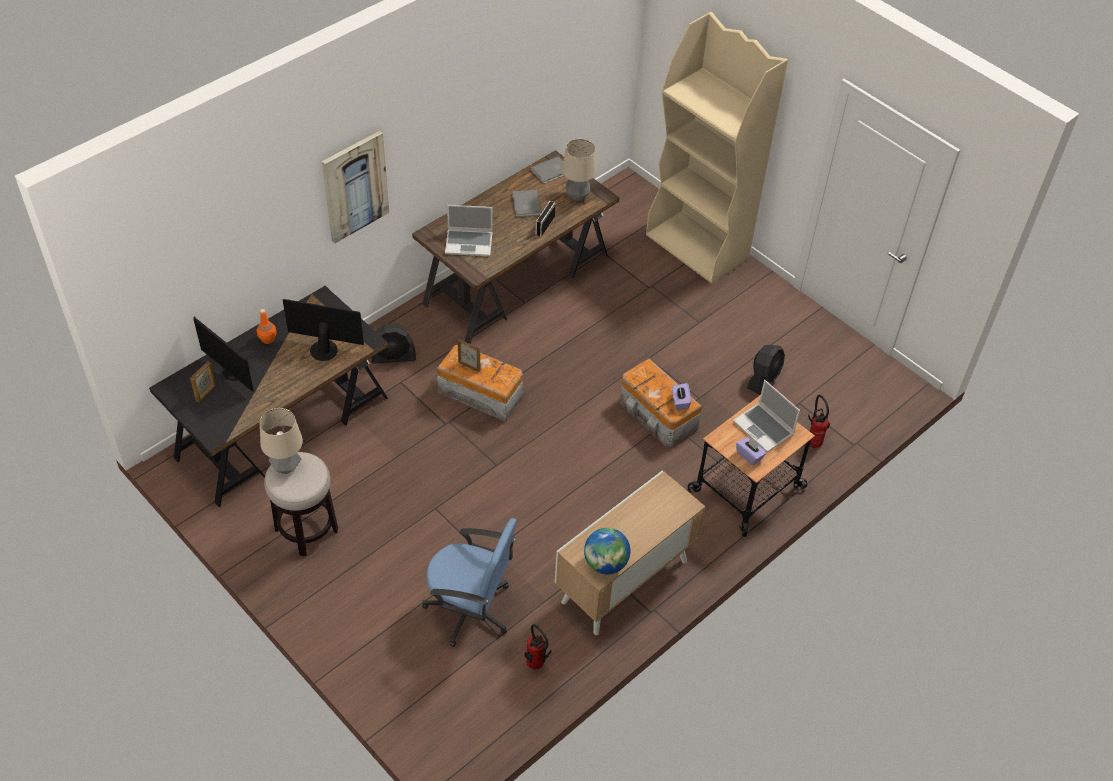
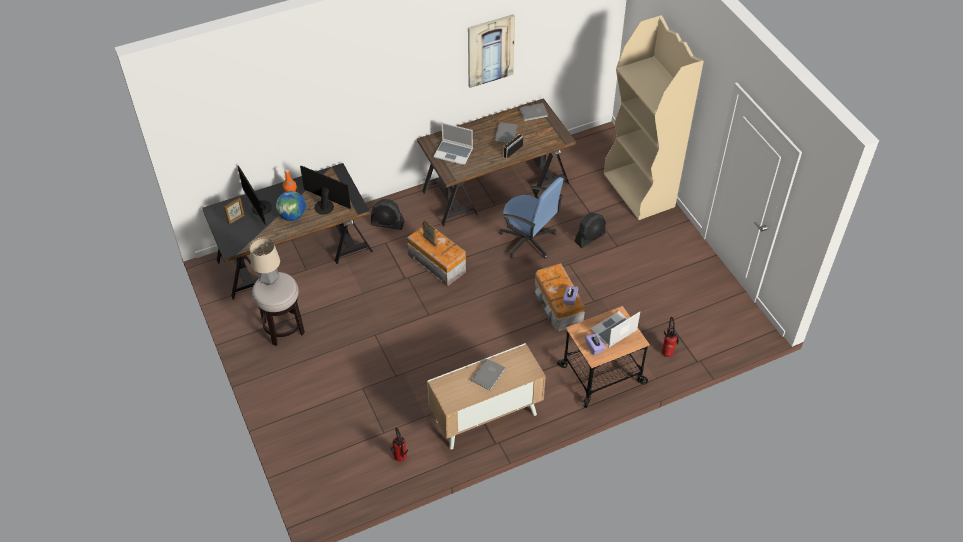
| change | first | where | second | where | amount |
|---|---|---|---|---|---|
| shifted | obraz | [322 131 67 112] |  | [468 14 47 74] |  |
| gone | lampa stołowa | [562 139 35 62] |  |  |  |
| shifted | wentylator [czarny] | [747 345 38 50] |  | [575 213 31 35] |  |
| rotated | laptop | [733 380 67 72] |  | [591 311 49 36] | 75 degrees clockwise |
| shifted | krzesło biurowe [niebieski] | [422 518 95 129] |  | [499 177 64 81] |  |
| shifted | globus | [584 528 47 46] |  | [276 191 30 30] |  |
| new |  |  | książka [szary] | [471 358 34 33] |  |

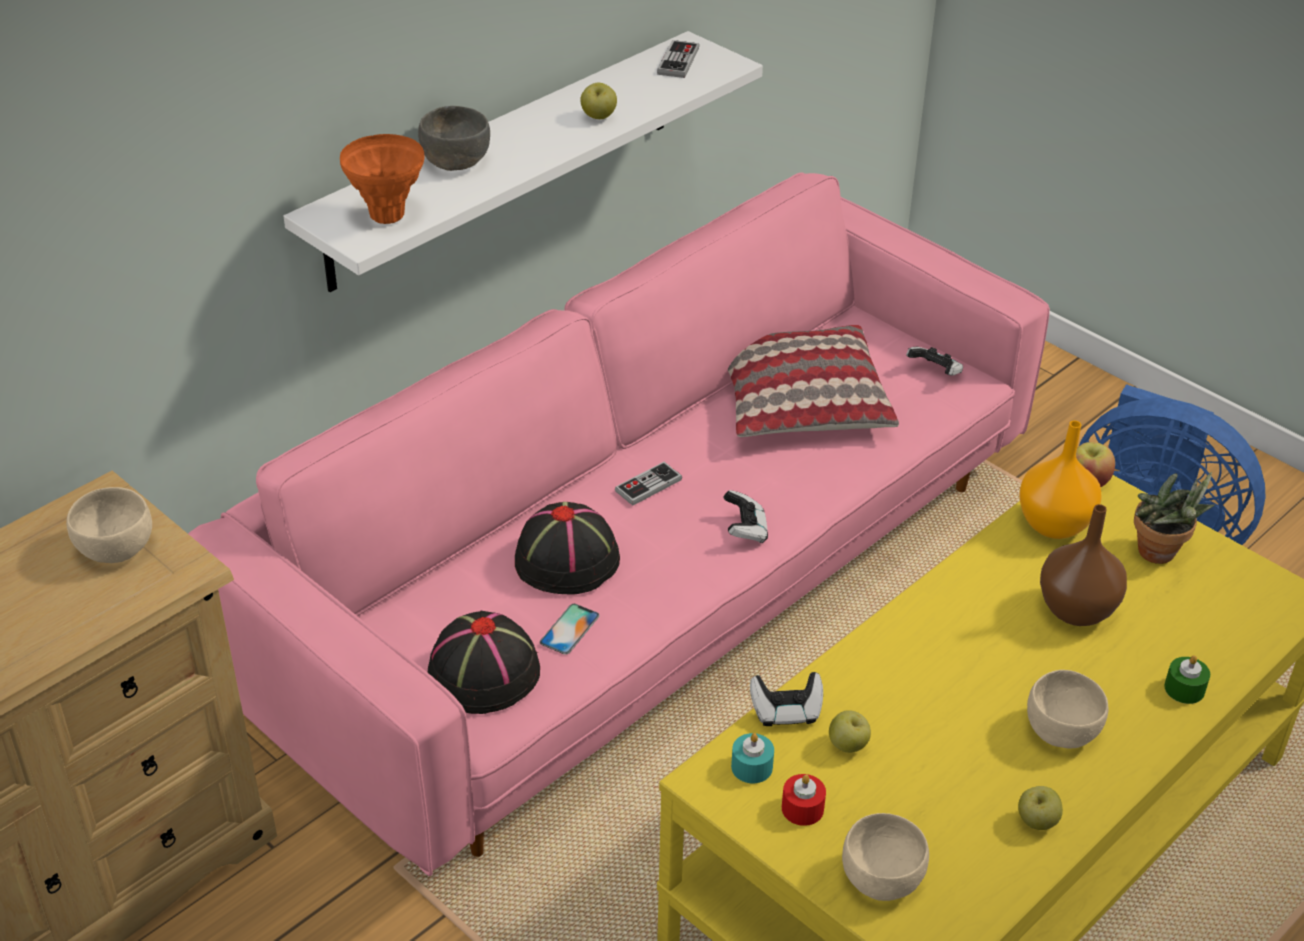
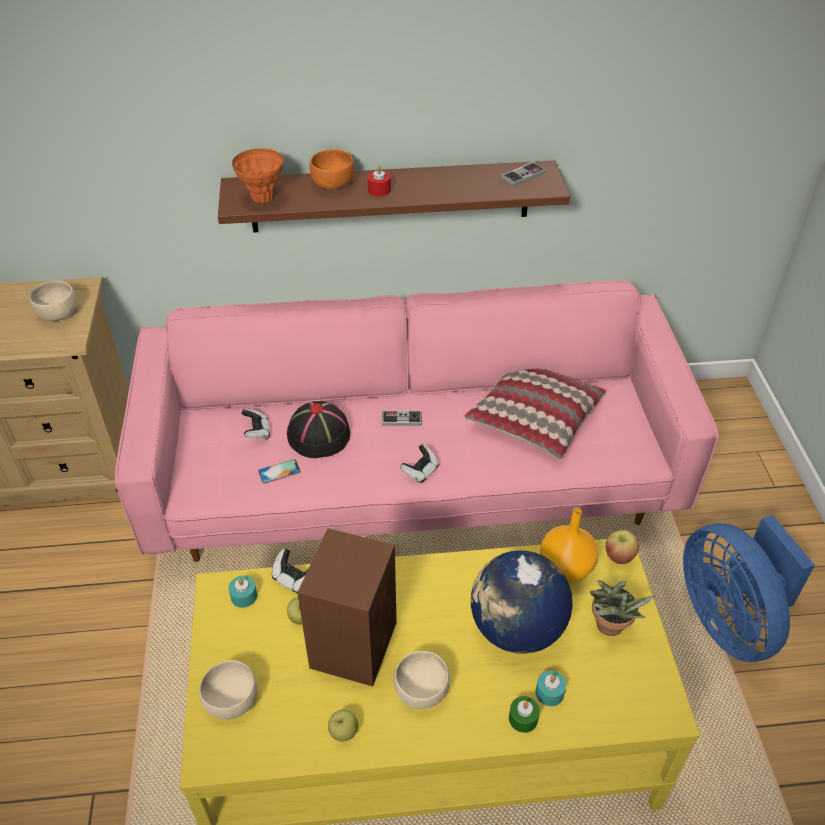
| change | first | where | second | where | amount |
|---|---|---|---|---|---|
| repainted | półka [biały] | [283 31 480 261] | półka [brązowy] | [218 160 352 73] |  |
| gone | jabłko | [580 83 37 36] |  |  |  |
| repainted | miska [szary] | [418 106 72 65] | miska [pomarańczowy] | [310 149 44 41] |  |
| shifted | pad do gier | [906 347 57 29] |  | [242 408 28 31] |  |
| swapped | wazon [brązowy] | [1040 504 87 122] | globus | [471 550 102 104] |  |
| gone | kapelusz [czarny] | [427 611 113 103] |  |  |  |
| shifted | świeca [czerwony] | [782 774 44 52] |  | [368 165 23 31] |  |
| new |  |  | głośnik [brązowy] | [297 528 100 159] |  |
| new |  |  | świeca [turkusowy] | [536 671 30 35] |  |

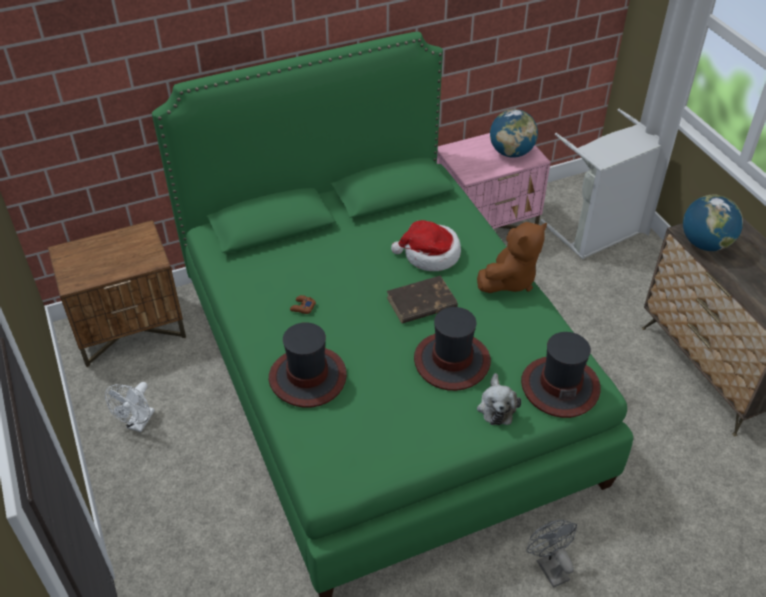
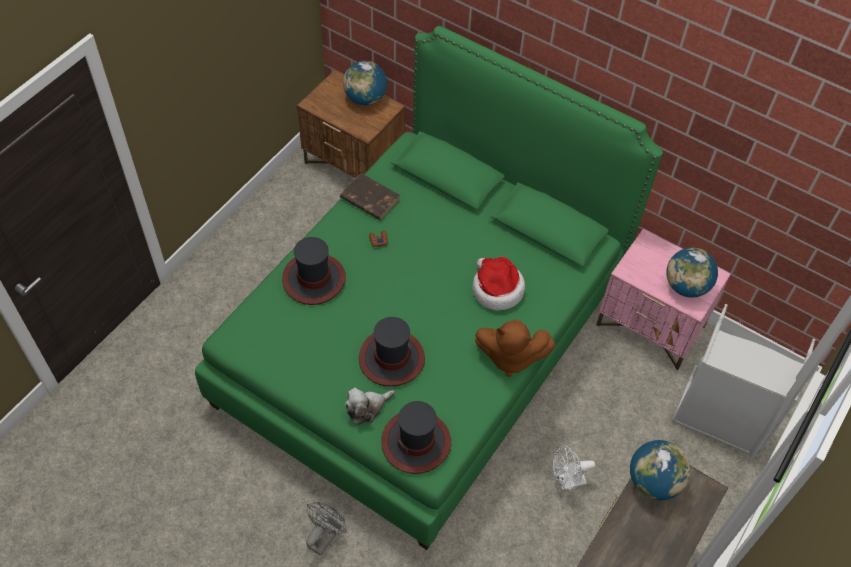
| change | first | where | second | where | amount |
|---|---|---|---|---|---|
| shifted | książka [brązowy] | [387 276 71 48] |  | [340 173 60 47] |  |
| shifted | wentylator [biały] | [105 382 50 50] |  | [553 445 42 47] |  |
| new |  |  | globus | [343 61 44 44] |  |

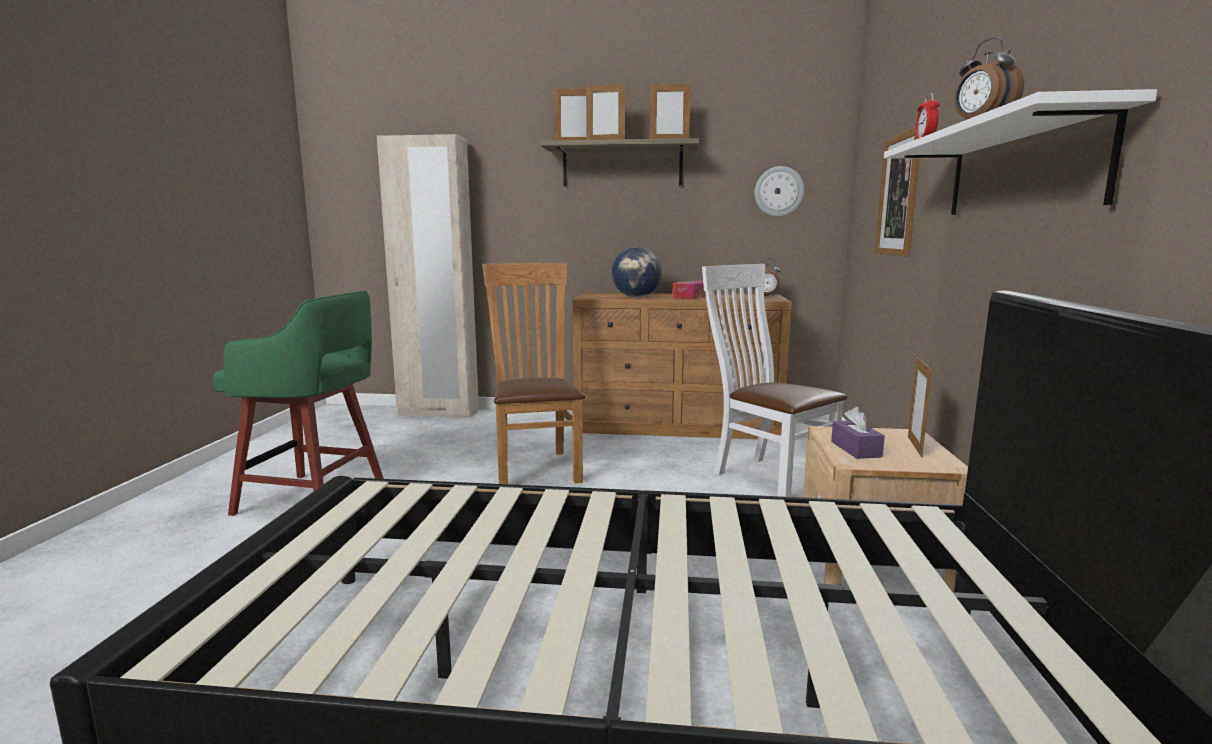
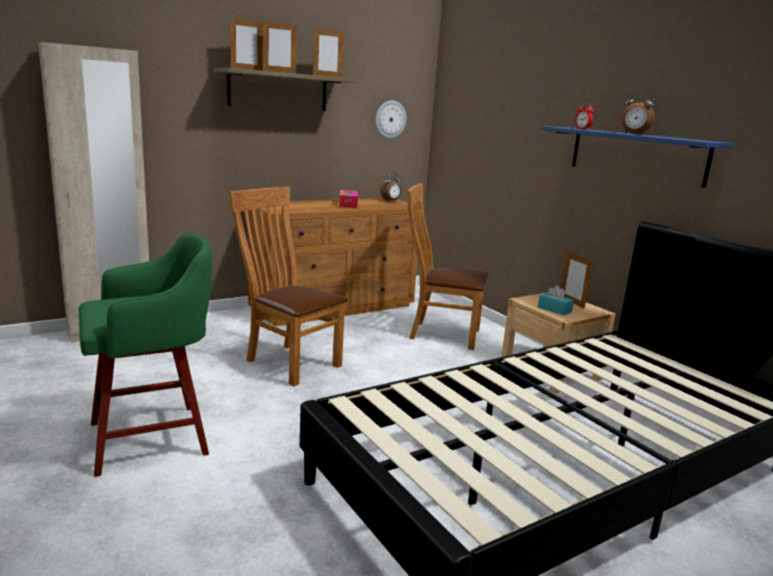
| change | first | where | second | where | amount |
|---|---|---|---|---|---|
| repainted | półka [biały] | [884 89 274 126] | półka [niebieski] | [541 126 192 62] |  |
| gone | obraz | [875 127 44 129] |  |  |  |
| gone | globus | [612 247 50 50] |  |  |  |
| repainted | krzesło [biały] | [702 264 146 233] | krzesło [brązowy] | [407 183 81 167] |  |
| repainted | pudełko chusteczek [fioletowy] | [831 407 54 52] | pudełko chusteczek [turkusowy] | [538 285 36 30] |  |

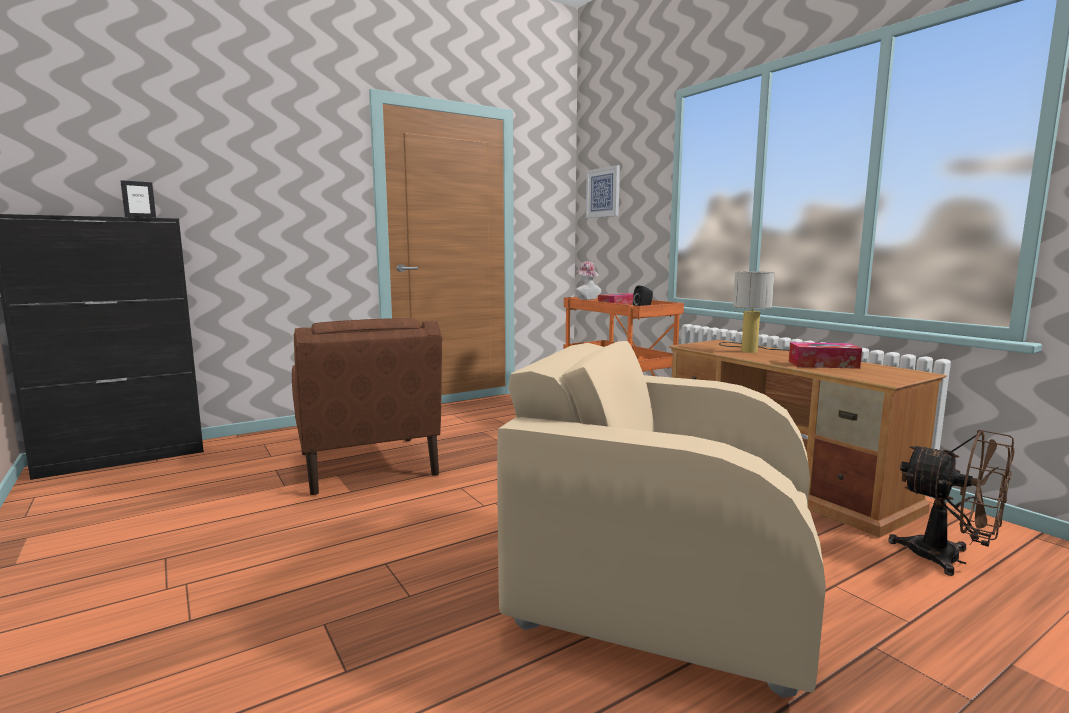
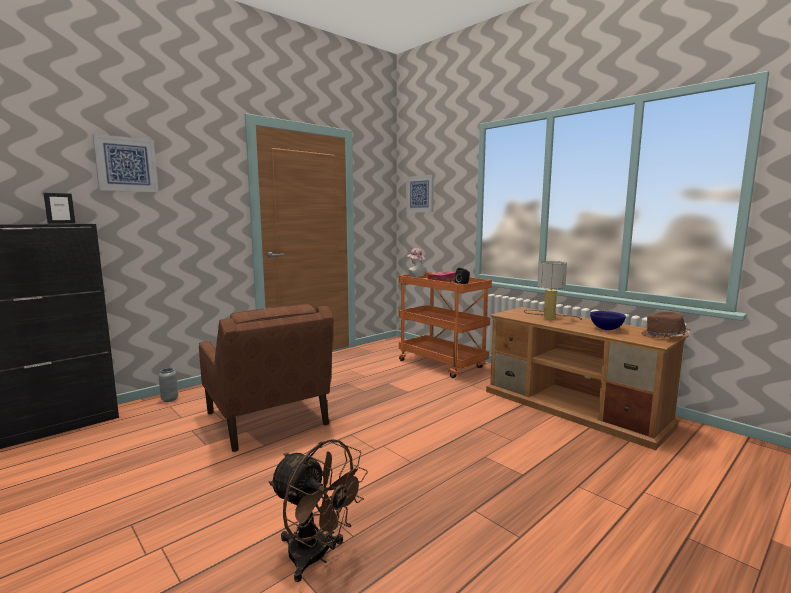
| change | first | where | second | where | amount |
|---|---|---|---|---|---|
| gone | fotel [beżowy] | [497 341 329 357] |  |  |  |
| swapped | pudełko chusteczek | [789 342 73 27] | miska [niebieski] | [590 311 36 19] |  |
| shifted | wentylator [brązowy] | [888 430 127 146] |  | [269 439 99 143] |  |
| new |  |  | obraz | [92 134 67 58] |  |
| new |  |  | kapelusz [brązowy] | [641 311 50 27] |  |
| new |  |  | wazon [szary] | [159 368 19 34] |  |

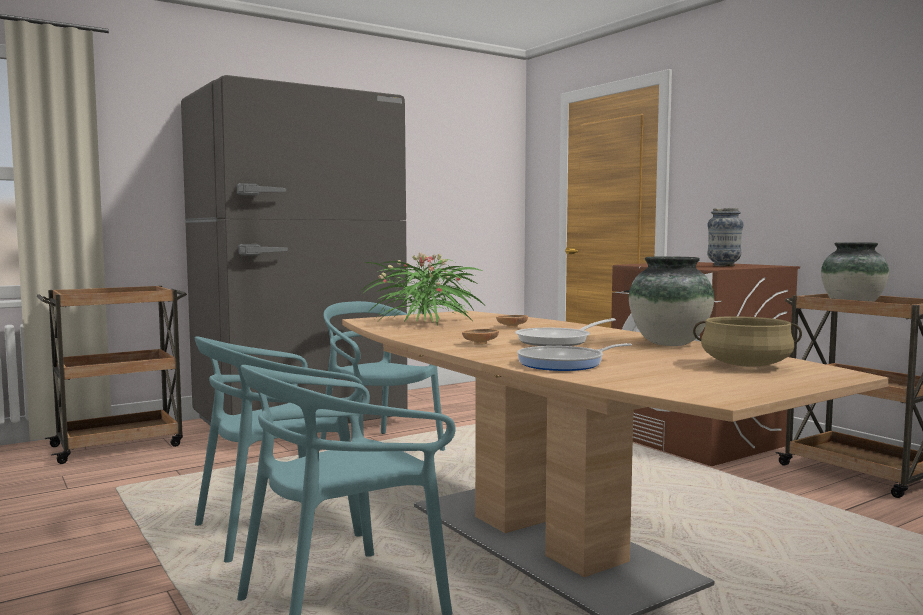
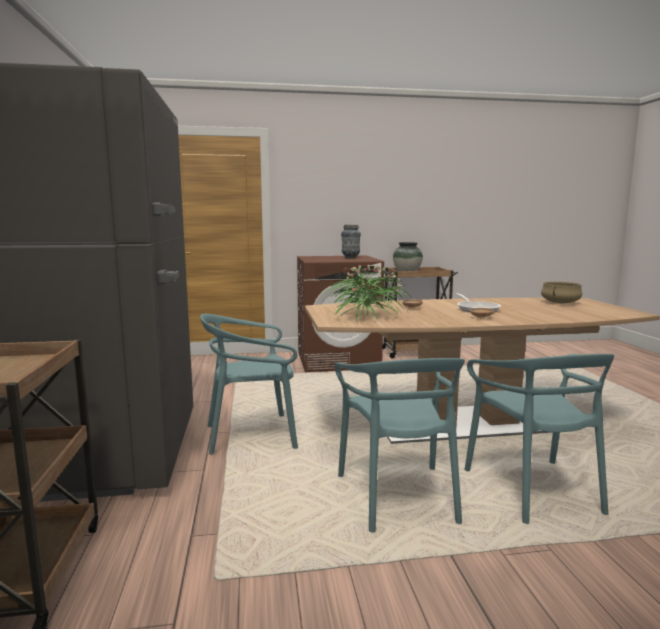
| change | first | where | second | where | amount |
|---|---|---|---|---|---|
| gone | wazon | [629 256 85 90] |  |  |  |
| gone | patelnia | [517 343 115 28] |  |  |  |

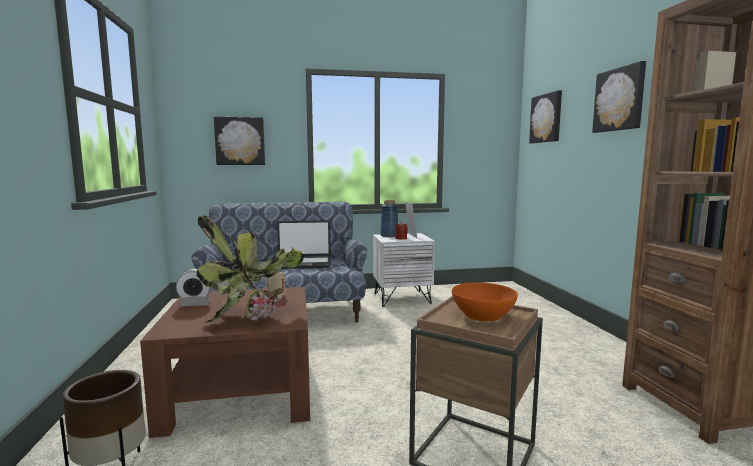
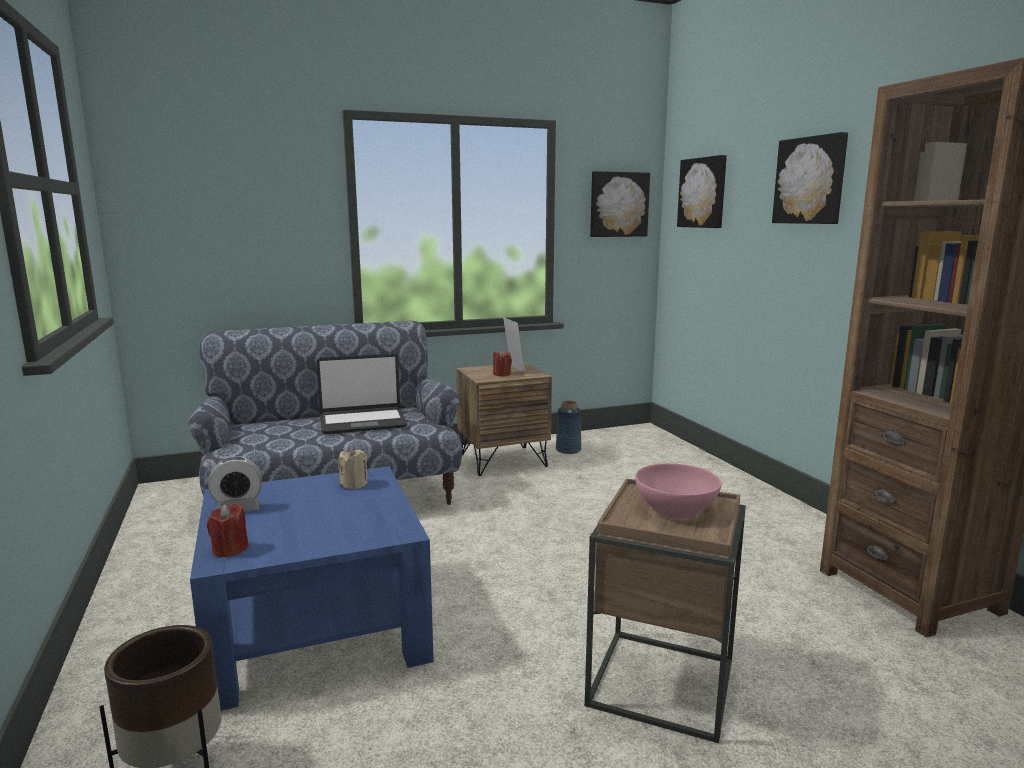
| change | first | where | second | where | amount |
|---|---|---|---|---|---|
| shifted | obraz | [214 117 51 48] |  | [590 171 60 66] |  |
| shifted | wazon [niebieski] | [380 200 18 37] |  | [556 401 25 53] |  |
| gone | roślina doniczkowa | [197 215 107 108] |  |  |  |
| repainted | szafka nocna [biały] | [373 233 62 74] | szafka nocna [brązowy] | [456 363 96 113] |  |
| repainted | miska [pomarańczowy] | [452 282 66 40] | miska [różowy] | [635 463 87 56] |  |
| repainted | ława [brązowy] | [140 287 170 151] | ława [niebieski] | [190 466 244 245] |  |
| new |  |  | świeca [czerwony] | [207 503 42 55] |  |

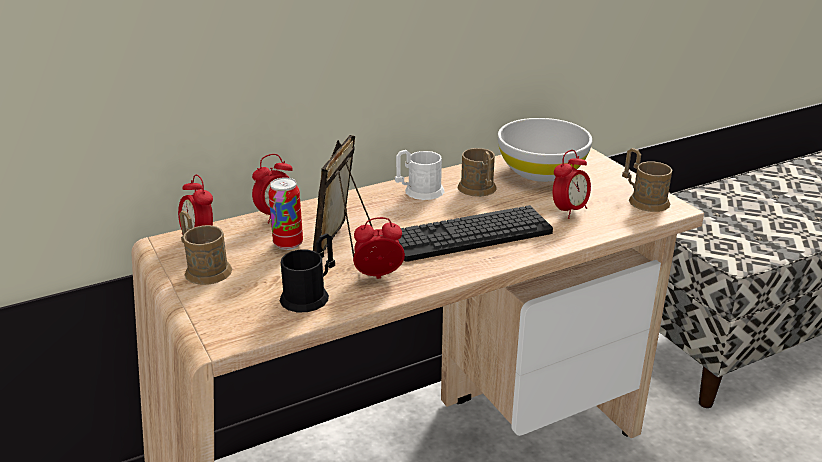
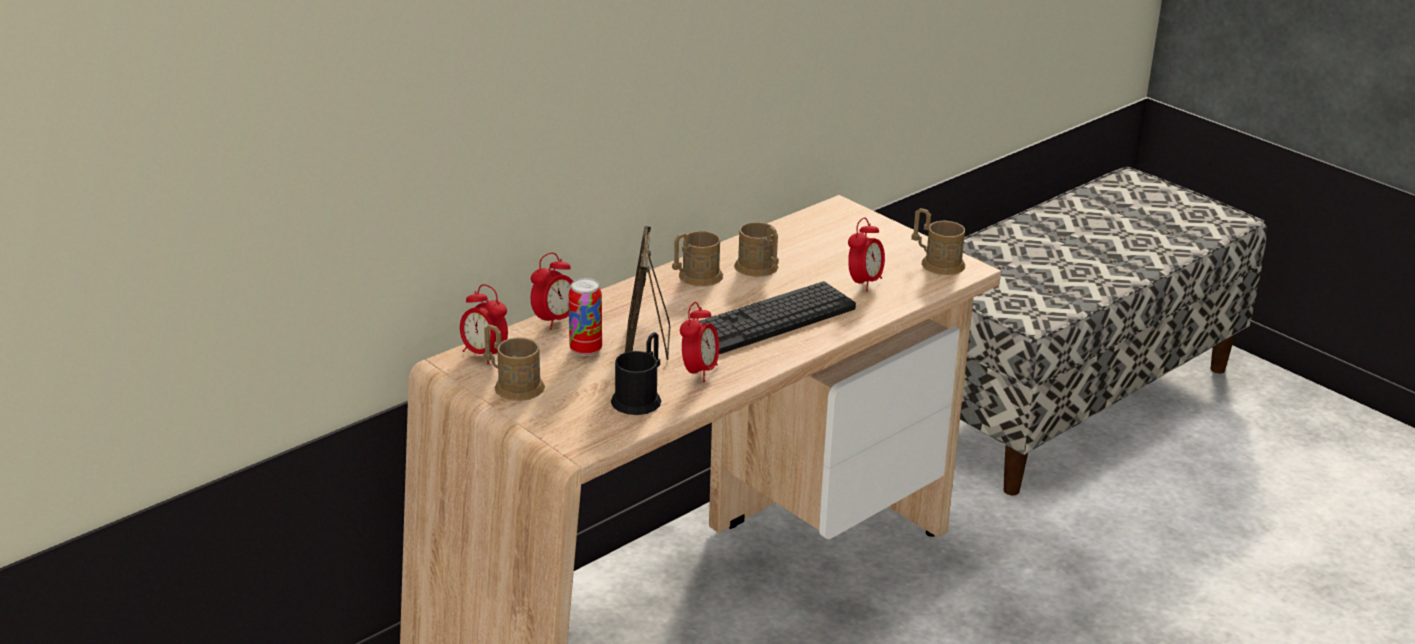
| change | first | where | second | where | amount |
|---|---|---|---|---|---|
| gone | miska [biały] | [498 118 94 64] |  |  |  |
| repainted | kubek [biały] | [395 150 50 50] | kubek [brązowy] | [672 231 51 55] |  |
| rotated | budzik | [353 217 52 62] |  | [680 302 39 80] | 135 degrees clockwise |

